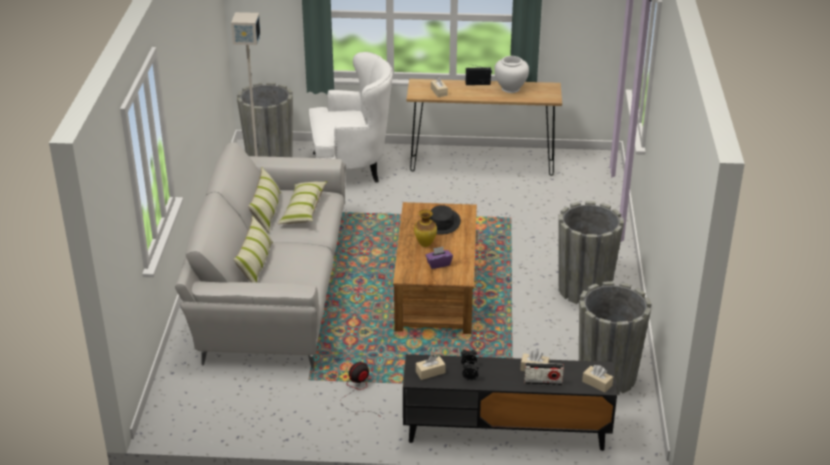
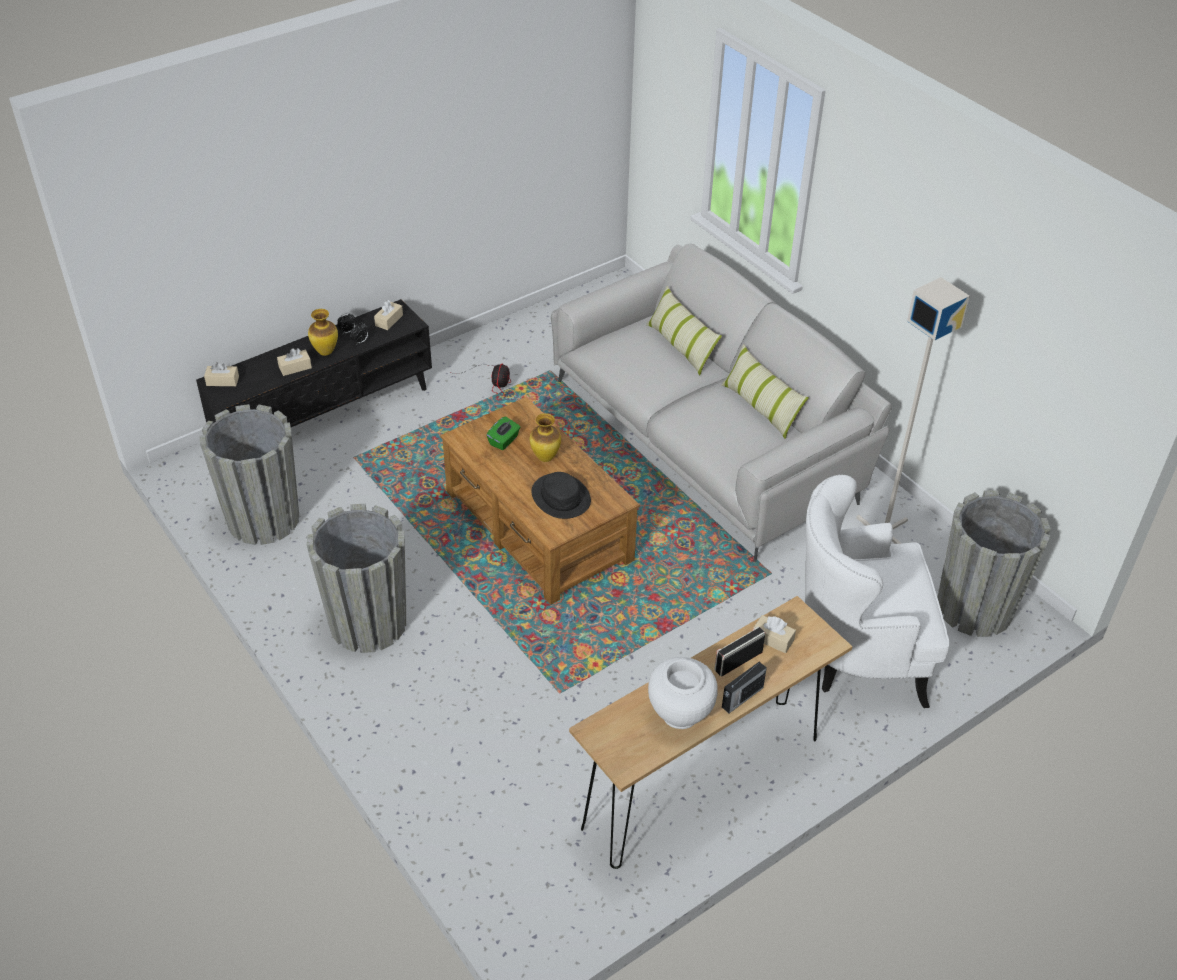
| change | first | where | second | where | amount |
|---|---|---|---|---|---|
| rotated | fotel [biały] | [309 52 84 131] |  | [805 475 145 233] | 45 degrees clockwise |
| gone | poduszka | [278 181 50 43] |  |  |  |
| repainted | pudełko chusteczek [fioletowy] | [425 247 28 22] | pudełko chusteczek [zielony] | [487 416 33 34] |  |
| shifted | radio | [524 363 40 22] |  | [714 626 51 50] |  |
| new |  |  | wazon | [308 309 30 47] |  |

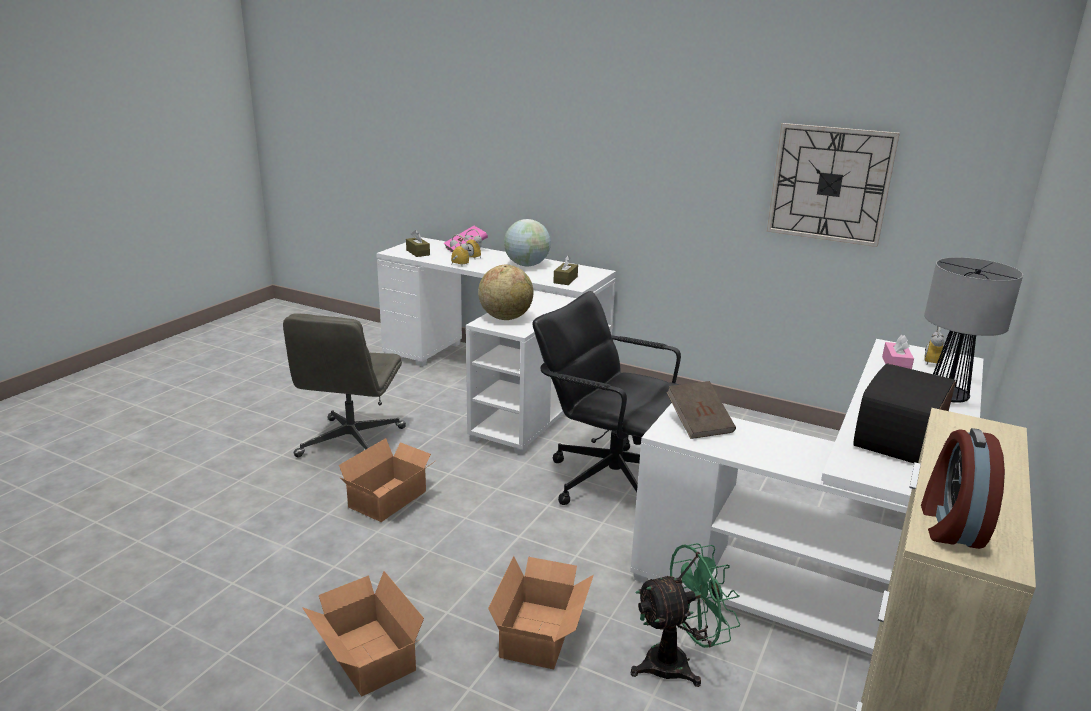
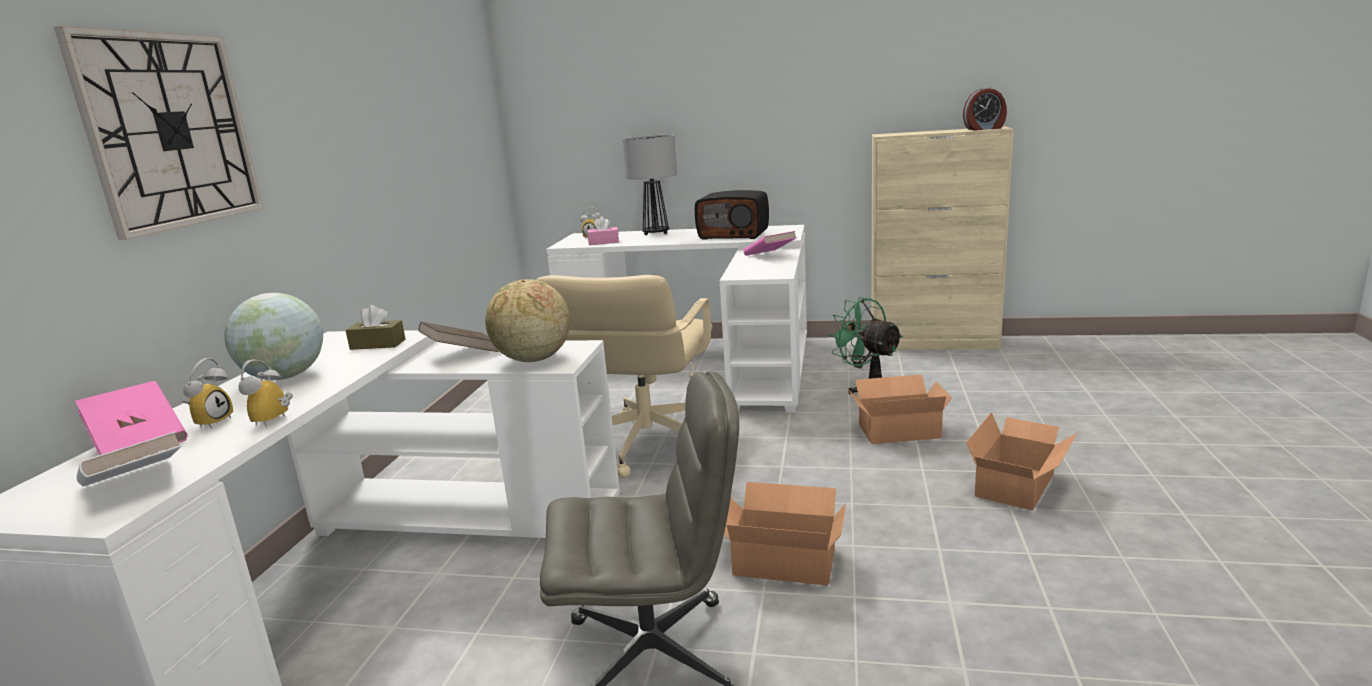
| change | first | where | second | where | amount |
|---|---|---|---|---|---|
| shifted | zegar ścienny | [767 123 133 124] |  | [54 26 210 214] |  |
| swapped | pudełko chusteczek [brązowy] | [406 230 24 27] | książka [biały] | [77 431 105 56] |  |
| repainted | krzesło biurowe [czarny] | [533 291 148 214] | krzesło biurowe [beżowy] | [537 275 175 203] |  |
| shifted | książka [brązowy] | [666 381 70 58] |  | [418 321 81 31] |  |
| new |  |  | książka [różowy] | [743 231 53 25] |  |

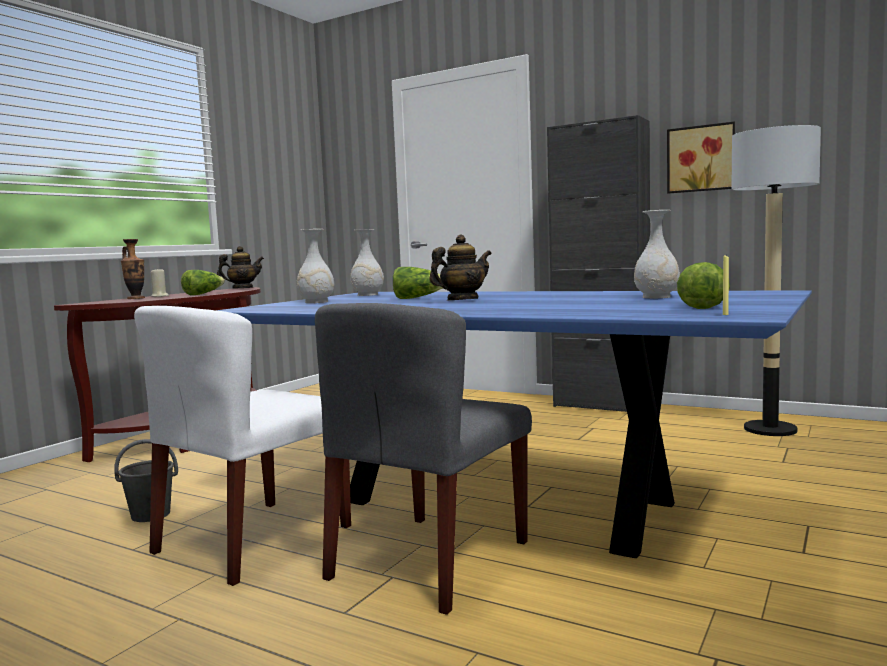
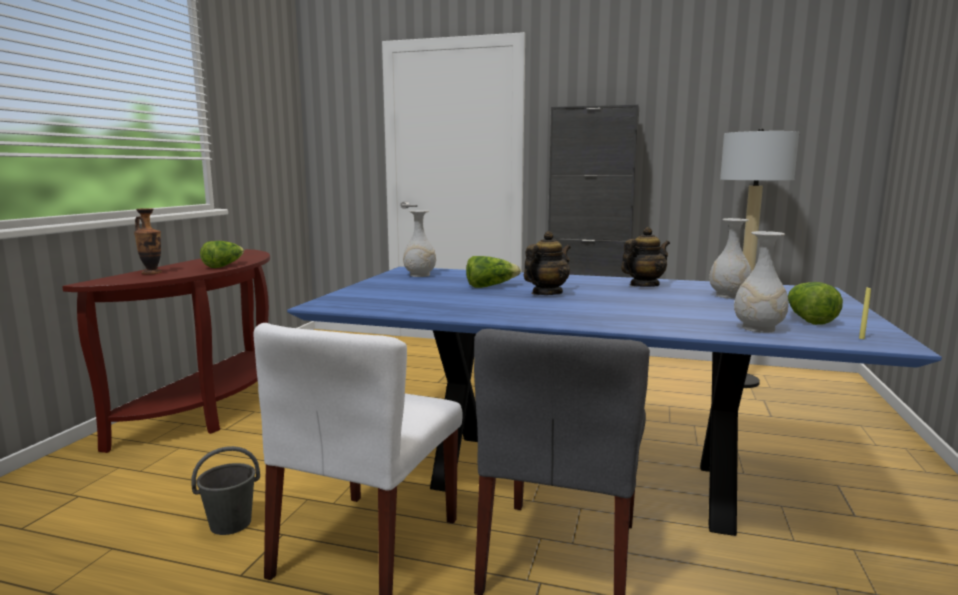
| change | first | where | second | where | amount |
|---|---|---|---|---|---|
| gone | obraz | [667 122 68 72] |  |  |  |
| shifted | wazon [biały] | [297 229 37 74] |  | [734 231 54 102] |  |
| shifted | imbryk | [217 246 47 43] |  | [621 227 49 60] |  |
| gone | świeca [beżowy] | [151 268 18 29] |  |  |  |

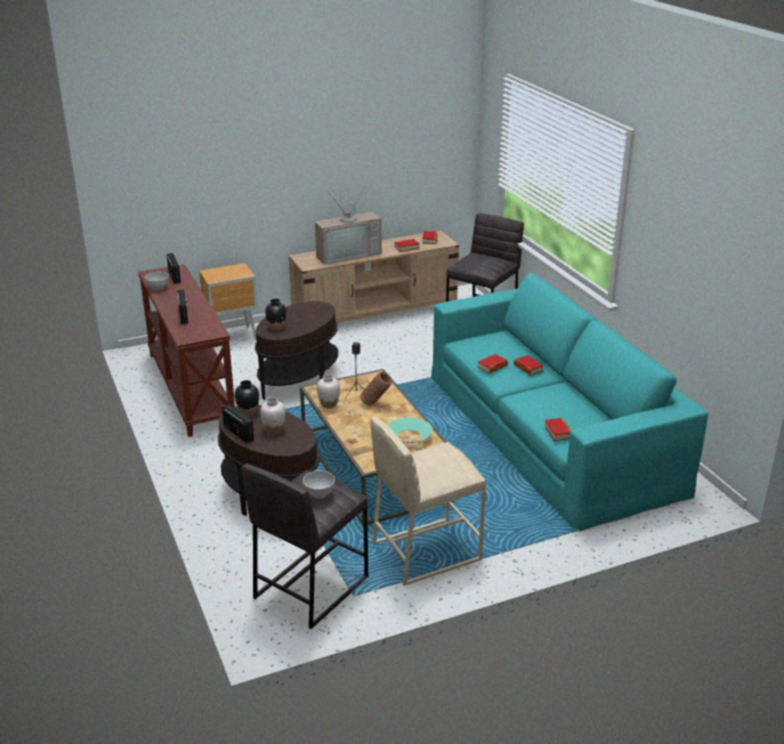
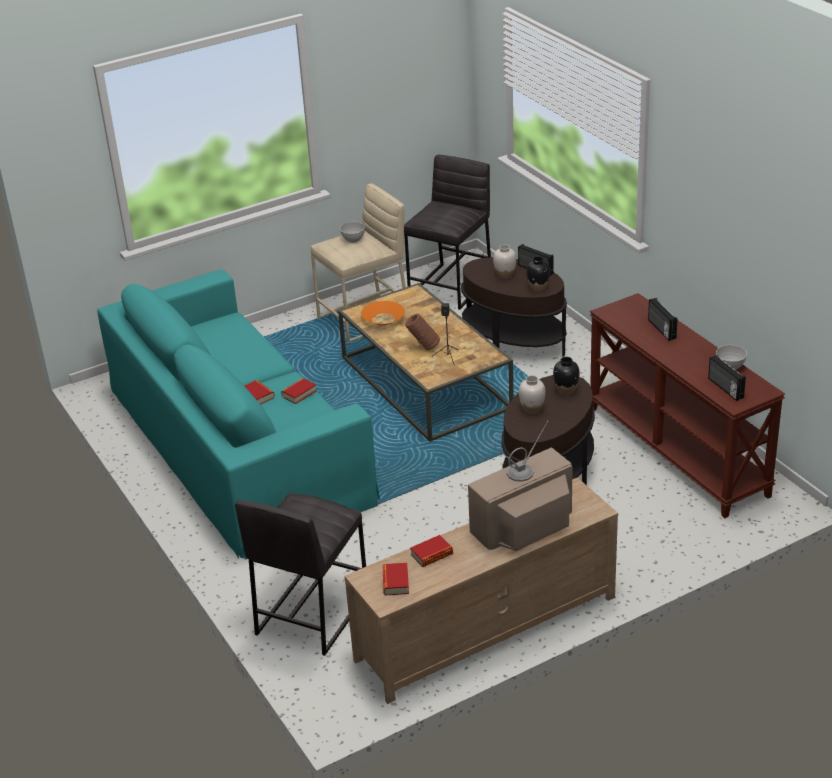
| change | first | where | second | where | amount |
|---|---|---|---|---|---|
| gone | szafka nocna [brązowy] | [199 263 58 76] |  |  |  |
| shifted | wazon [biały] | [317 374 23 35] |  | [519 375 26 40] |  |
| repainted | miska [turkusowy] | [388 417 45 26] | miska [pomarańczowy] | [361 301 44 25] |  |
| gone | książka | [544 418 27 23] |  |  |  |
| shifted | miska [szary] | [303 470 32 29] |  | [340 222 25 21] |  |

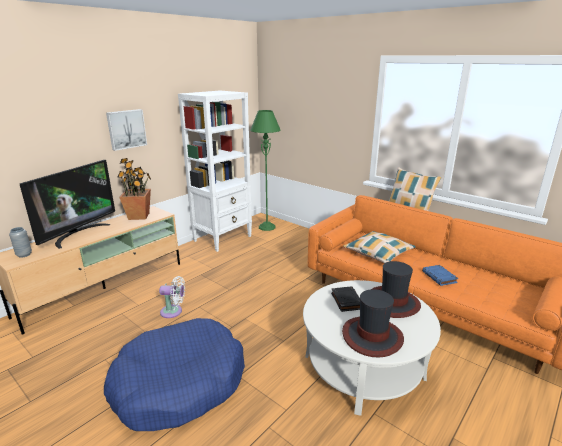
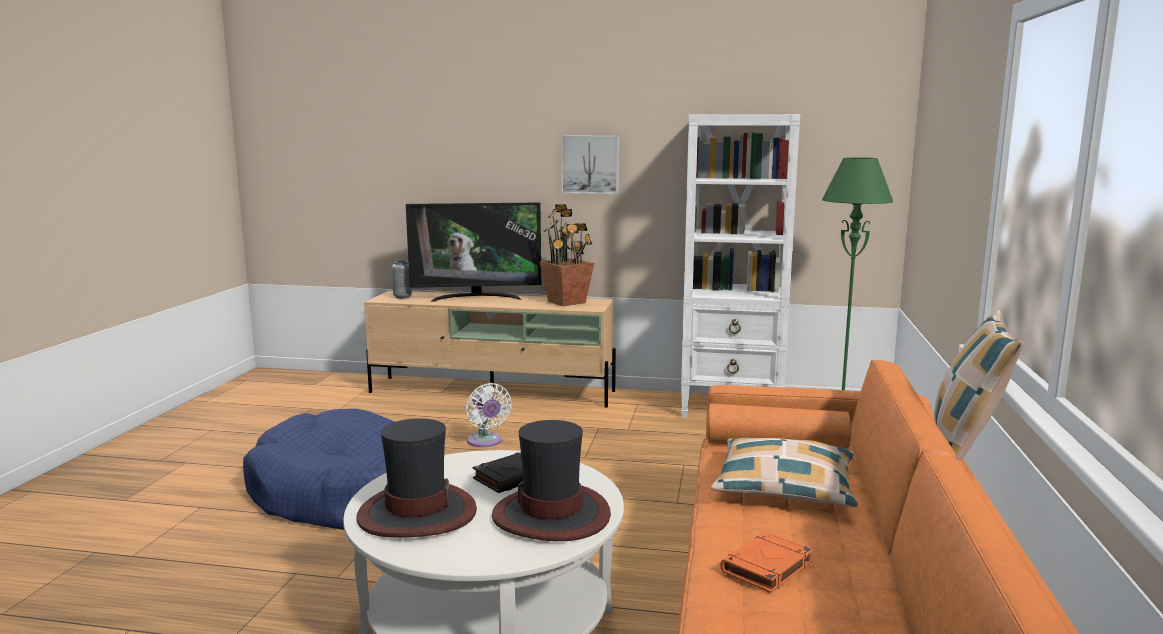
| change | first | where | second | where | amount |
|---|---|---|---|---|---|
| repainted | książka [niebieski] | [422 265 36 21] | książka [pomarańczowy] | [720 532 93 61] |  |

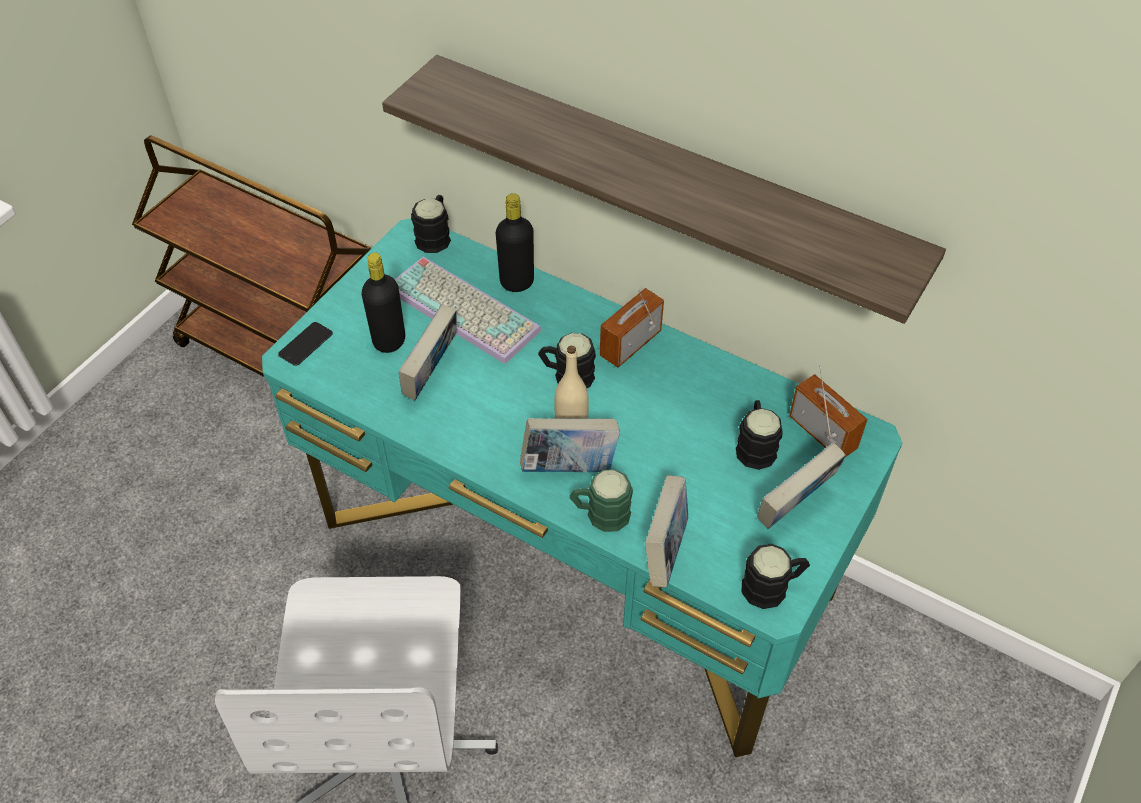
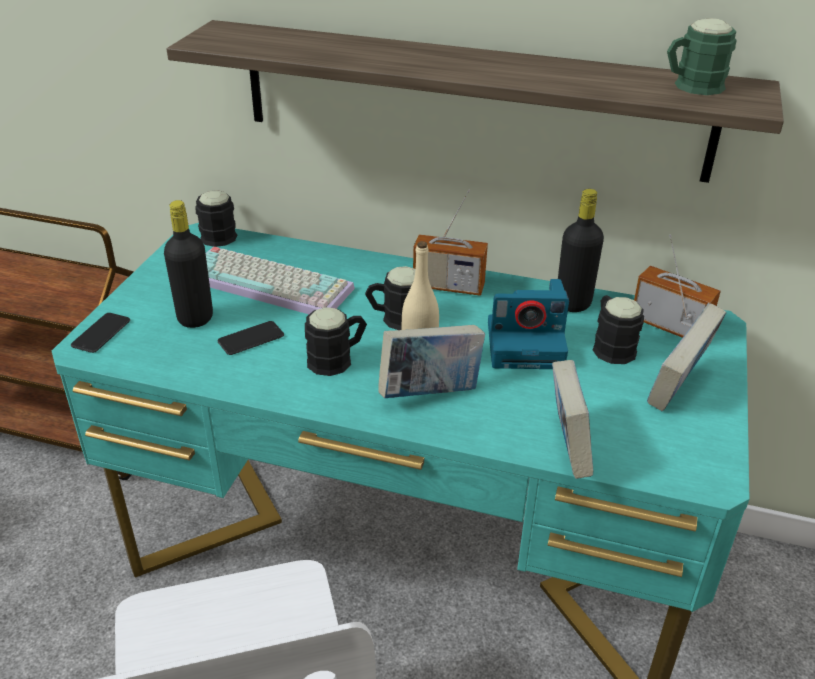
| change | first | where | second | where | amount |
|---|---|---|---|---|---|
| shifted | butelka [czarny] | [496 193 38 99] |  | [558 189 46 123] |  |
| rotated | radio | [600 288 64 79] |  | [413 190 75 106] | 105 degrees counterclockwise |
| swapped | książka | [399 304 57 96] | telefon | [217 321 67 34] |  |
| shifted | kubek [zielony] | [570 469 63 63] |  | [667 18 69 77] |  |
| shifted | kubek [czarny] | [741 544 69 65] |  | [305 307 62 69] |  |
| new |  |  | aparat fotograficzny | [488 279 81 90] |  |

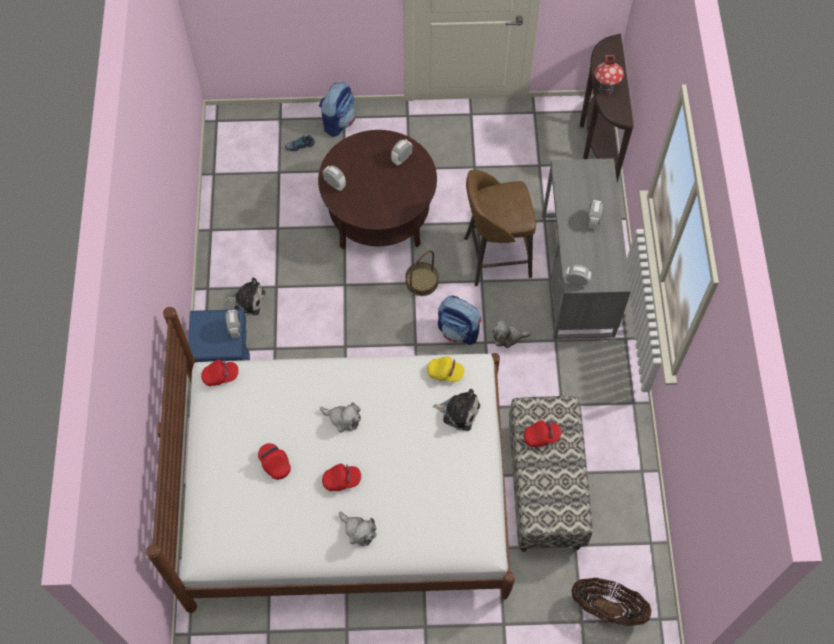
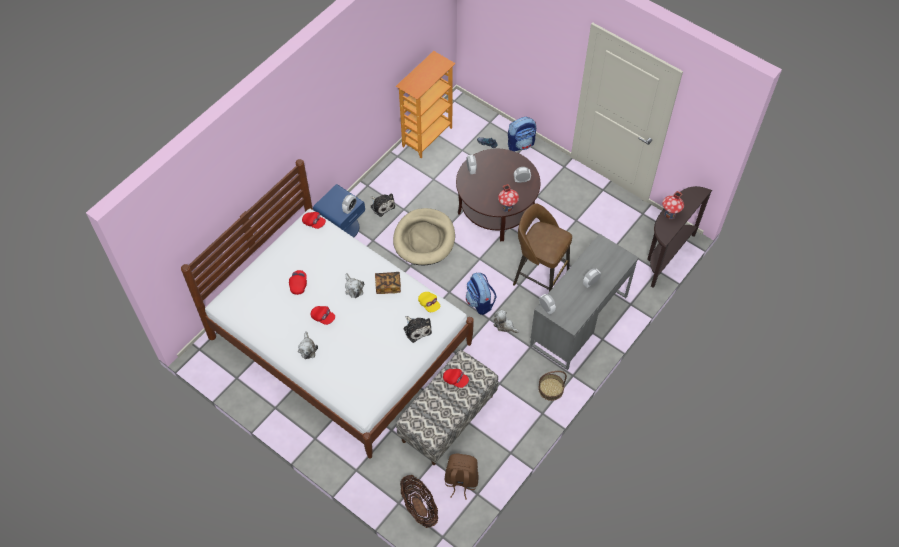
| change | first | where | second | where | amount |
|---|---|---|---|---|---|
| shifted | koszyk | [405 250 34 46] |  | [538 371 29 30] |  |
| new |  |  | regał | [396 51 59 108] |  |
| new |  |  | domek | [498 184 21 28] |  |
| new |  |  | legowisko [beżowy] | [393 208 62 57] |  |
| new |  |  | książka | [375 272 26 22] |  |
| new |  |  | plecak [brązowy] | [445 454 33 46] |  |

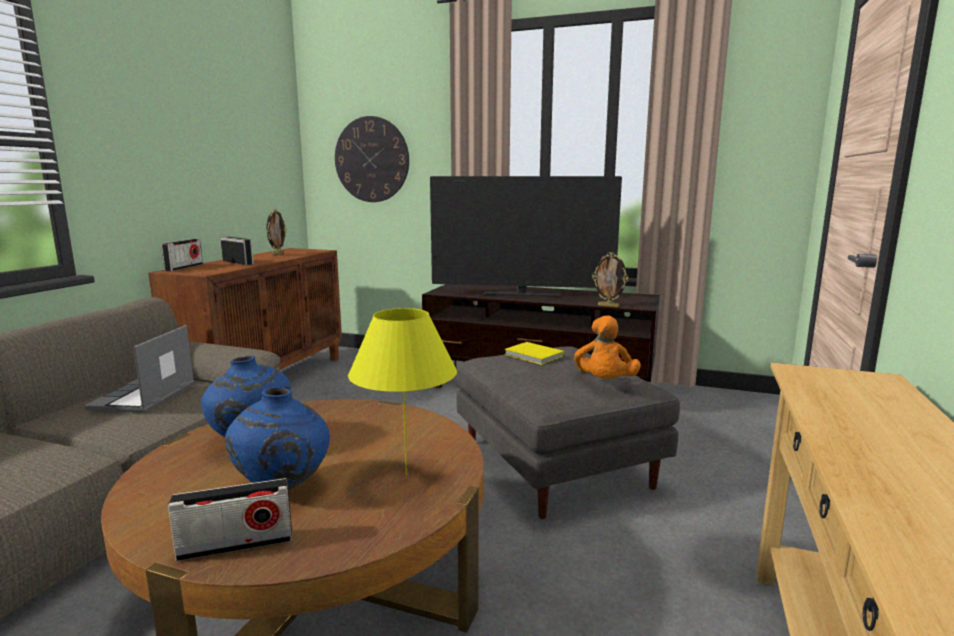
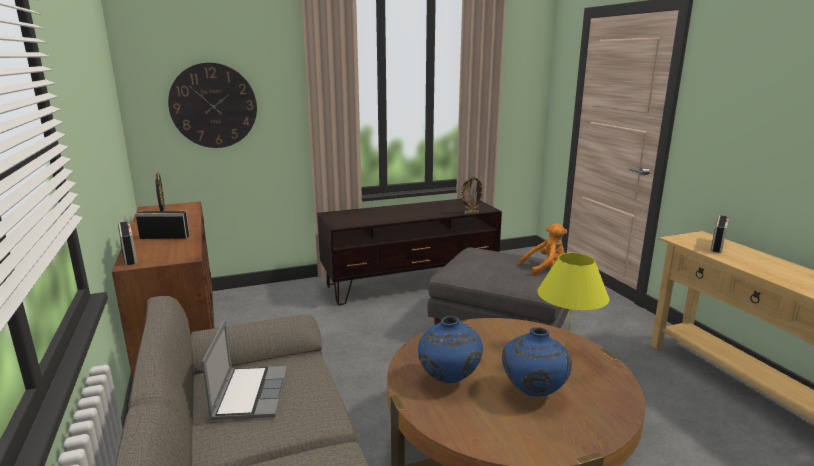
| change | first | where | second | where | amount |
|---|---|---|---|---|---|
| gone | telewizor | [430 176 192 121] |  |  |  |
| rotated | pluszak [pomarańczowy] | [574 316 67 63] |  | [520 223 47 52] | 75 degrees counterclockwise |
| rotated | laptop | [84 325 110 88] |  | [202 319 85 101] | 150 degrees counterclockwise |
| gone | książka [żółty] | [504 342 60 23] |  |  |  |
| shifted | radio | [168 478 124 83] |  | [711 215 18 38] |  |

